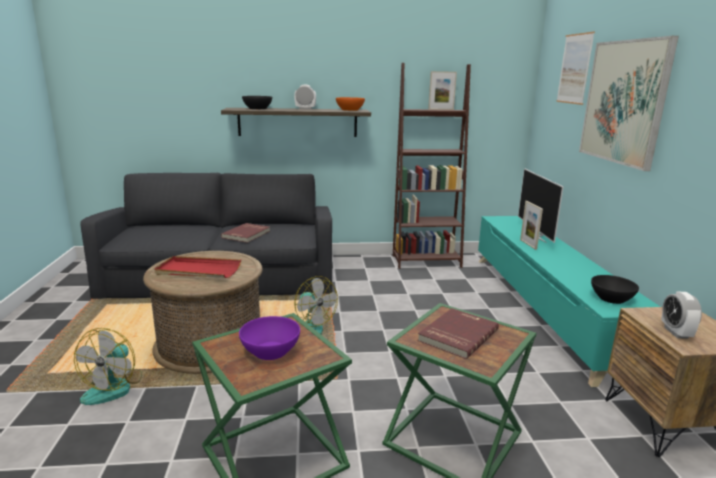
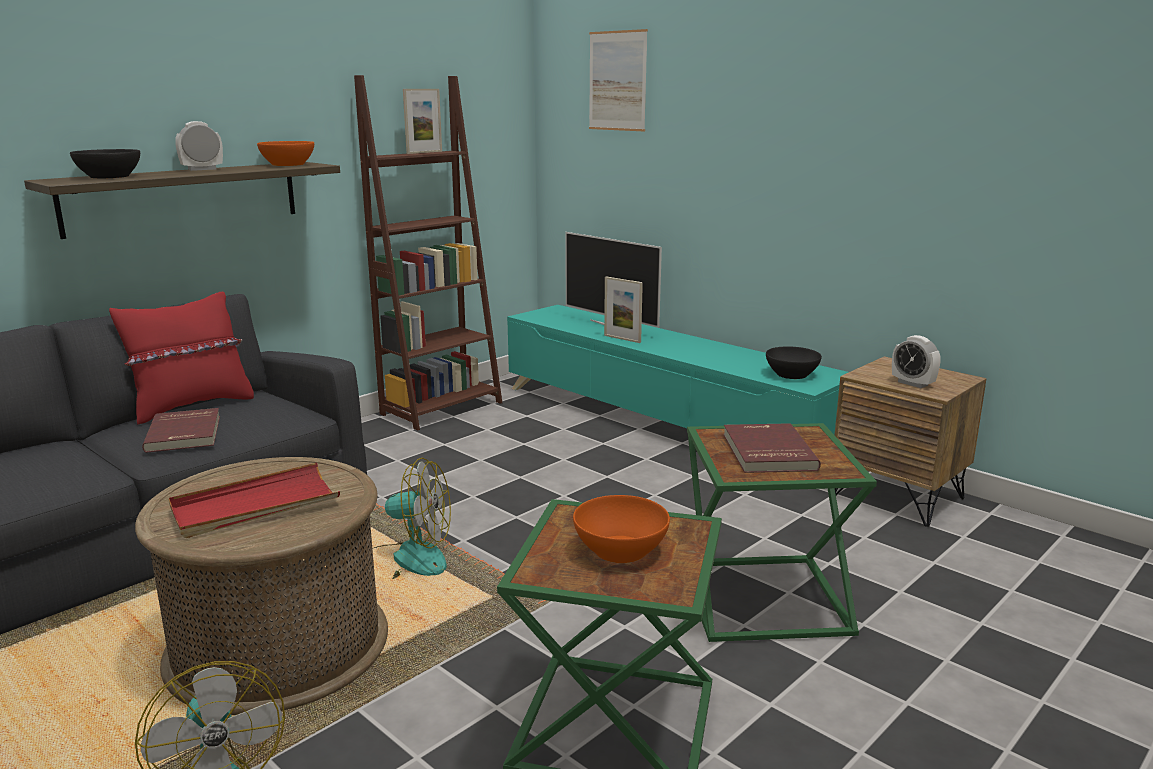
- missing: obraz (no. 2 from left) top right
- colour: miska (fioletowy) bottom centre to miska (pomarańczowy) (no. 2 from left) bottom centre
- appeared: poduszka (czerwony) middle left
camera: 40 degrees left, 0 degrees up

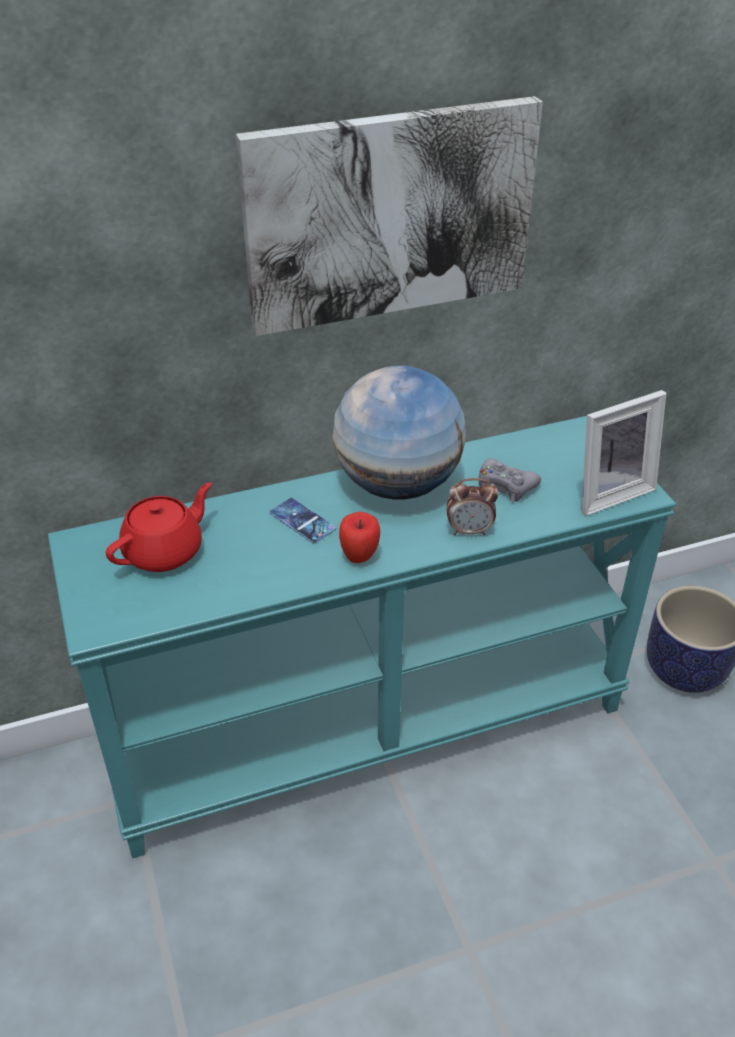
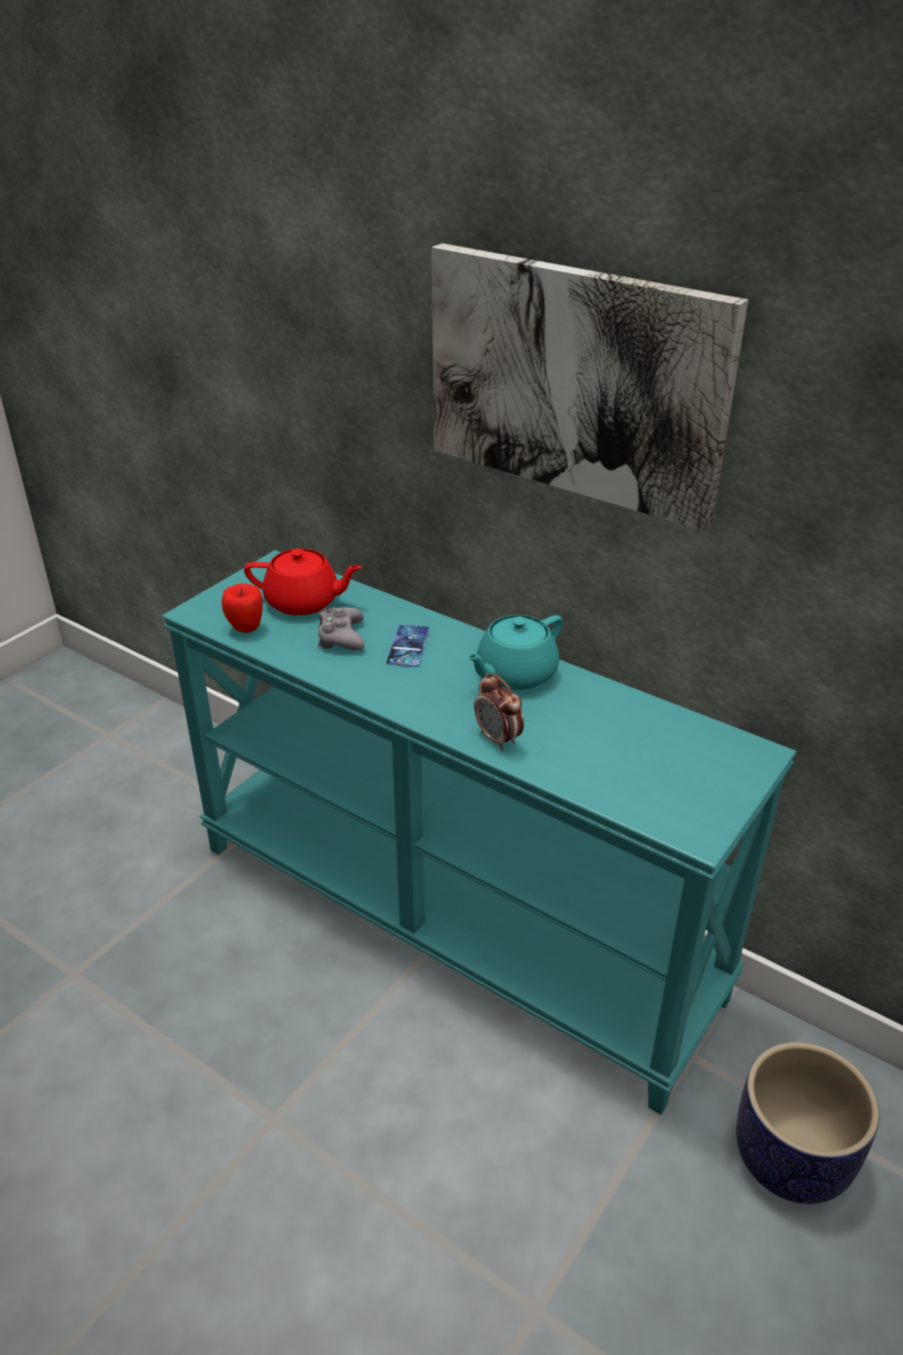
- exchanged: globus centre to imbryk (turkusowy) centre
- missing: ramka na zdjęcie middle right
- relocated: pad do gier (szary) middle right to centre
- relocated: jabłko centre to middle left
camera: 55 degrees right, 5 degrees down

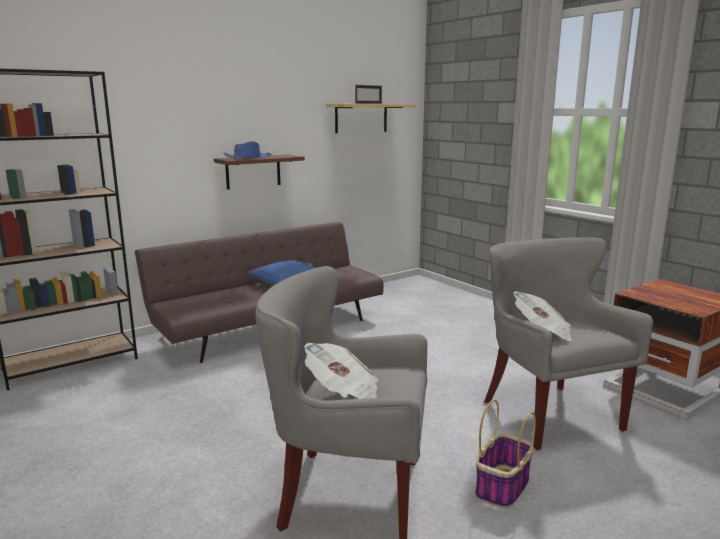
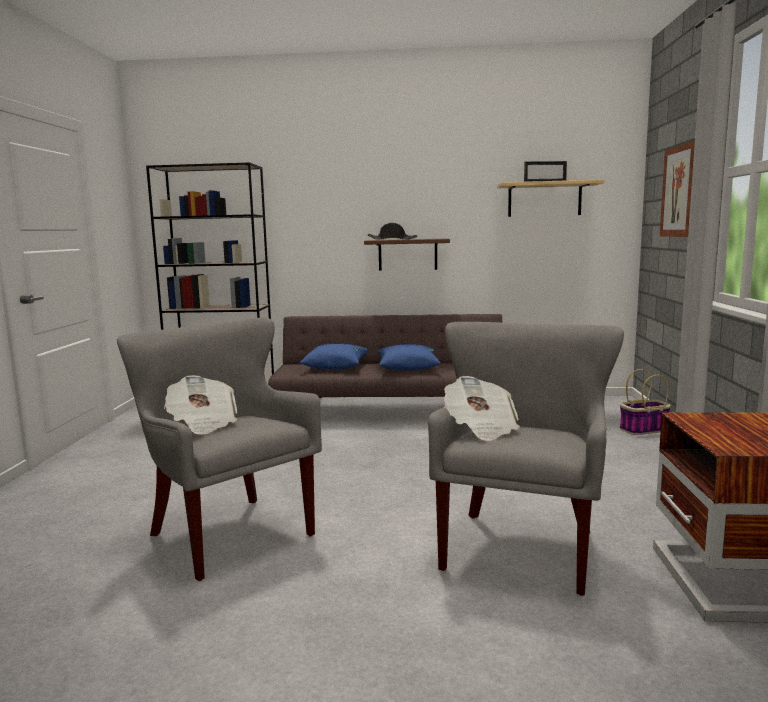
- colour: kapelusz (niebieski) top centre to kapelusz (czarny) top centre
- relocated: koszyk bottom right to middle right
- appeared: obraz top right
- appeared: poduszka (niebieski) (no. 1 from left) centre
camera: 40 degrees right, 5 degrees down

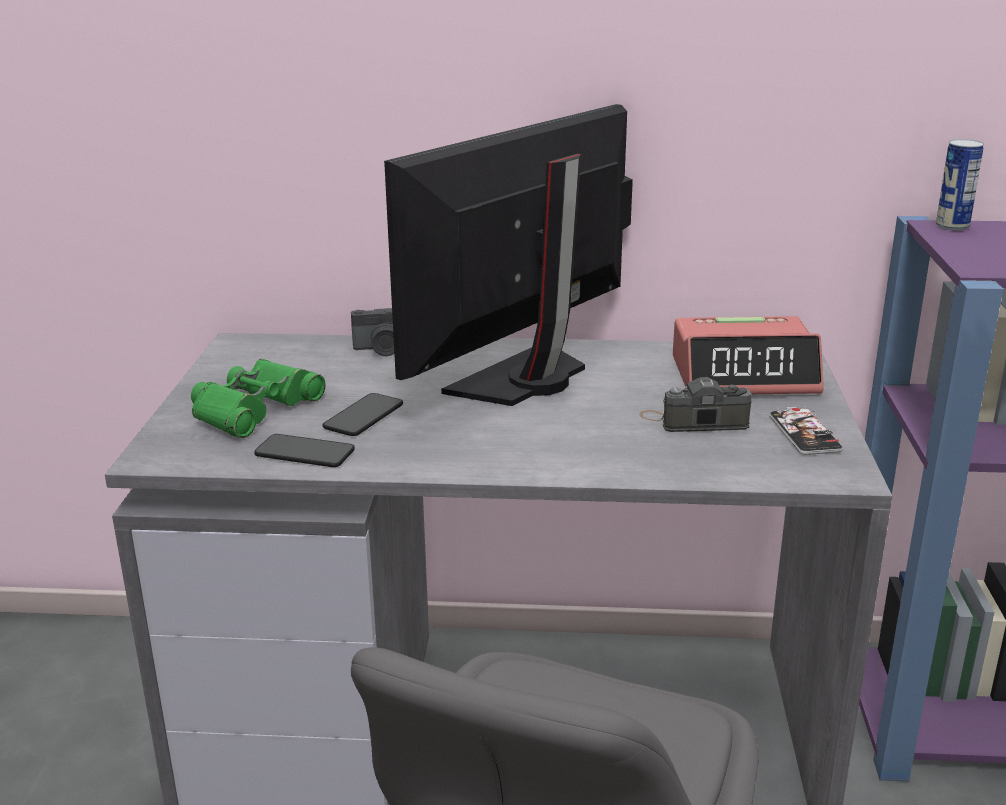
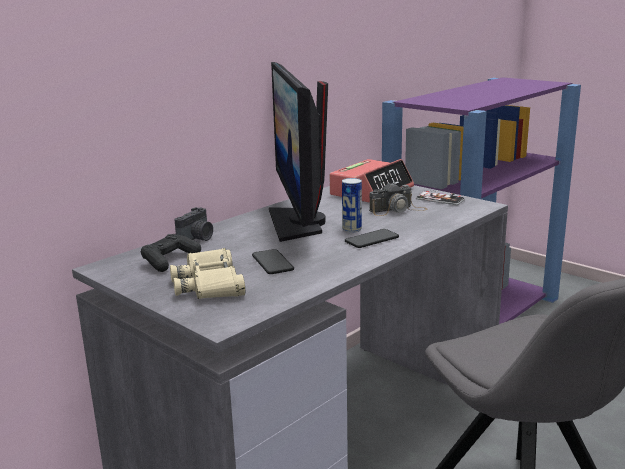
- relocated: puszka top right to centre
- colour: lornetka (zielony) middle left to lornetka (beżowy) middle left
- spun: aparat fotograficzny (no. 2 from left) middle right = centre 150 degrees counterclockwise
- relocated: telefon (no. 1 from left in the first image) middle left to telefon (no. 2 from left) centre
- appeared: pad do gier (czarny) middle left
camera: 50 degrees left, 5 degrees down

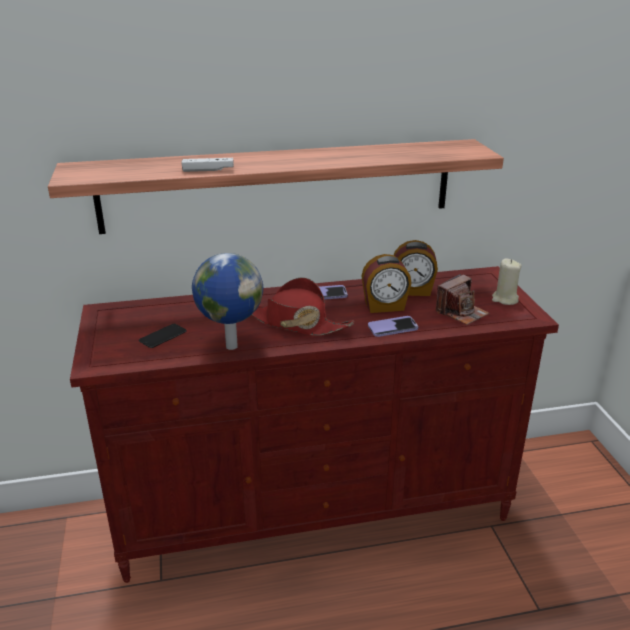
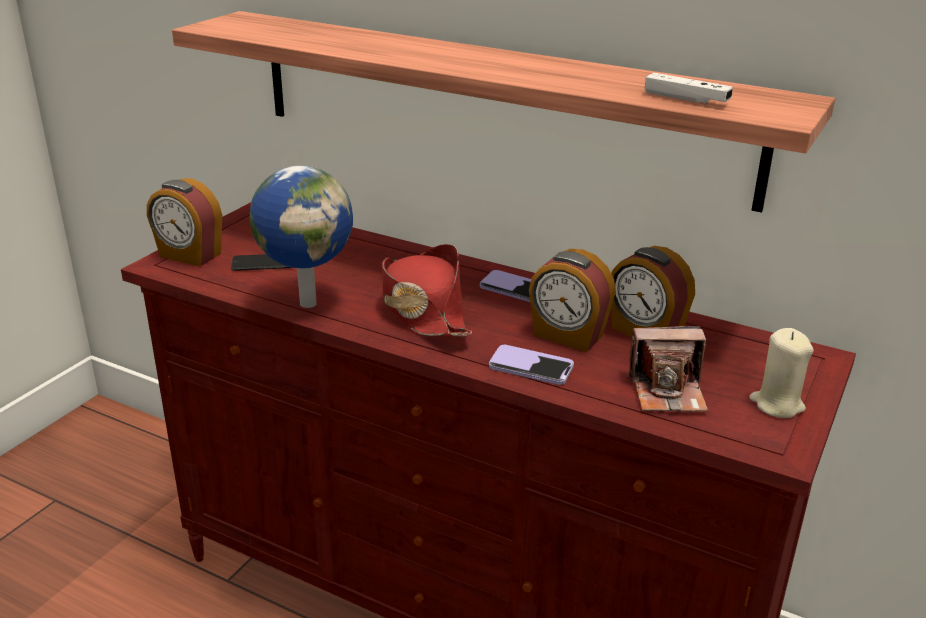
- relocated: pad do gier (biały) top left to top right
- appeared: budzik (no. 1 from left) middle left
camera: 40 degrees right, 0 degrees up

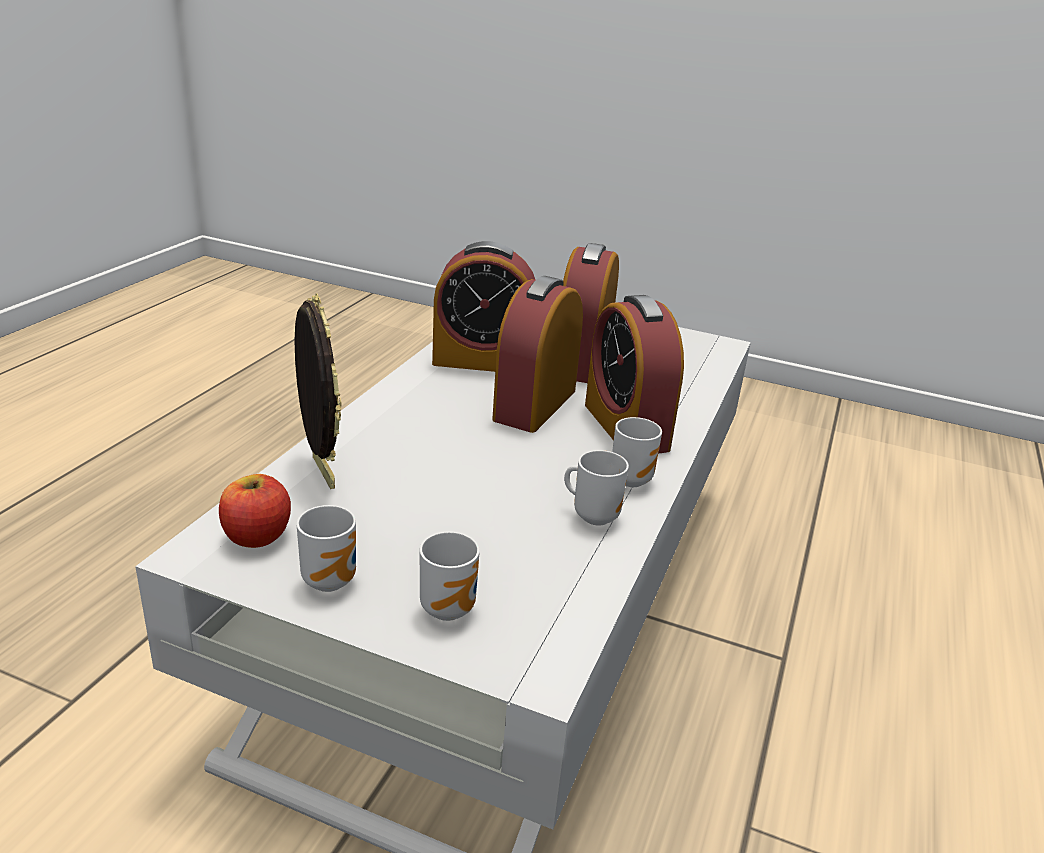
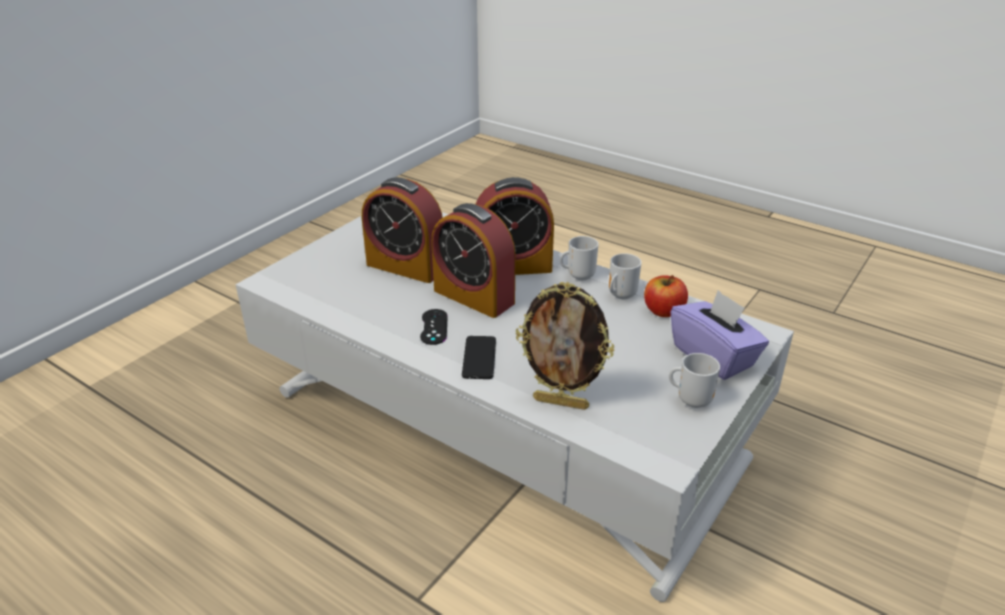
- missing: budzik (no. 1 from left) centre
- spun: ramka na zdjęcie middle left = centre 150 degrees counterclockwise
- relocated: jabłko middle left to centre
- exchanged: kubek (no. 2 from left) bottom centre to pudełko chusteczek (fioletowy) middle right
- appeared: pad do gier (czarny) centre
- appeared: telefon centre
camera: 75 degrees left, 5 degrees up

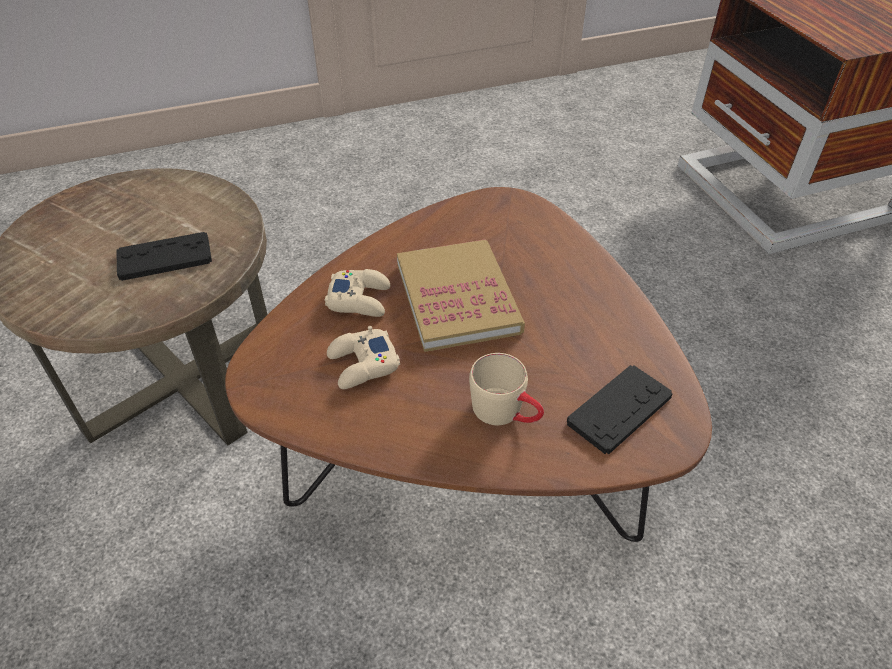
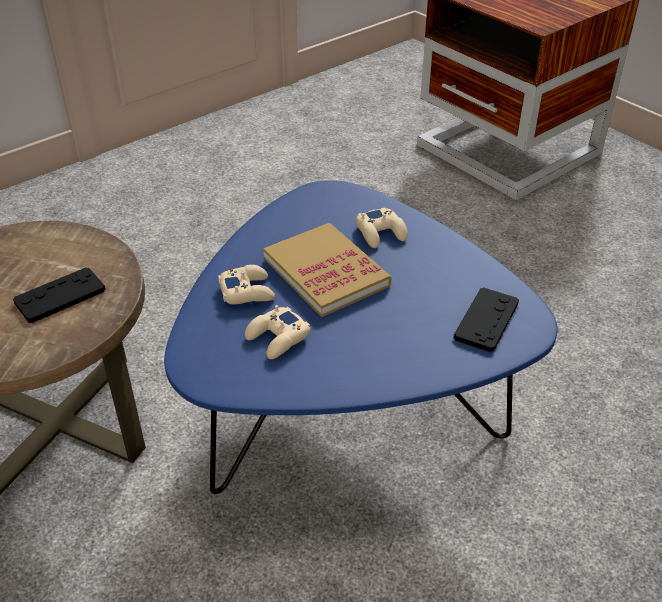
- colour: ława (brązowy) centre to ława (niebieski) centre
- missing: kubek (beżowy) centre
- appeared: pad do gier (beżowy) (no. 3 from left) centre
camera: 20 degrees left, 5 degrees down

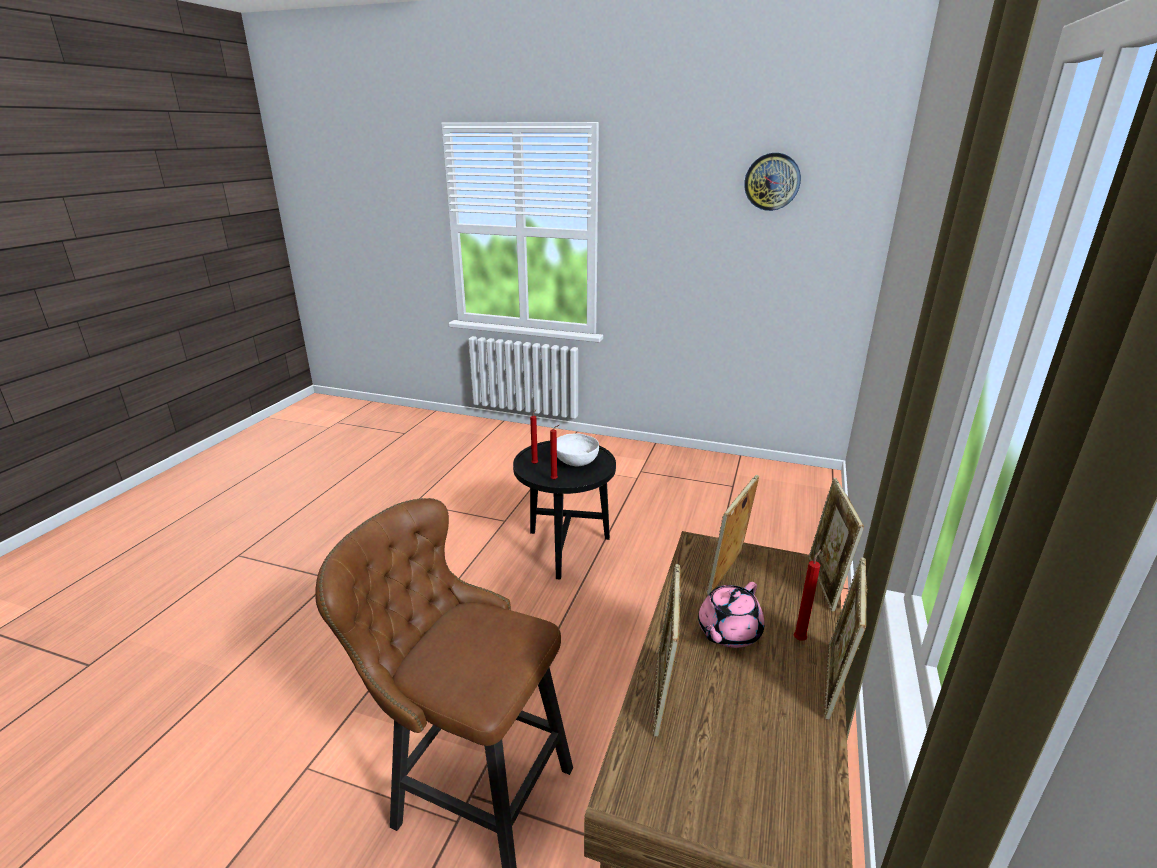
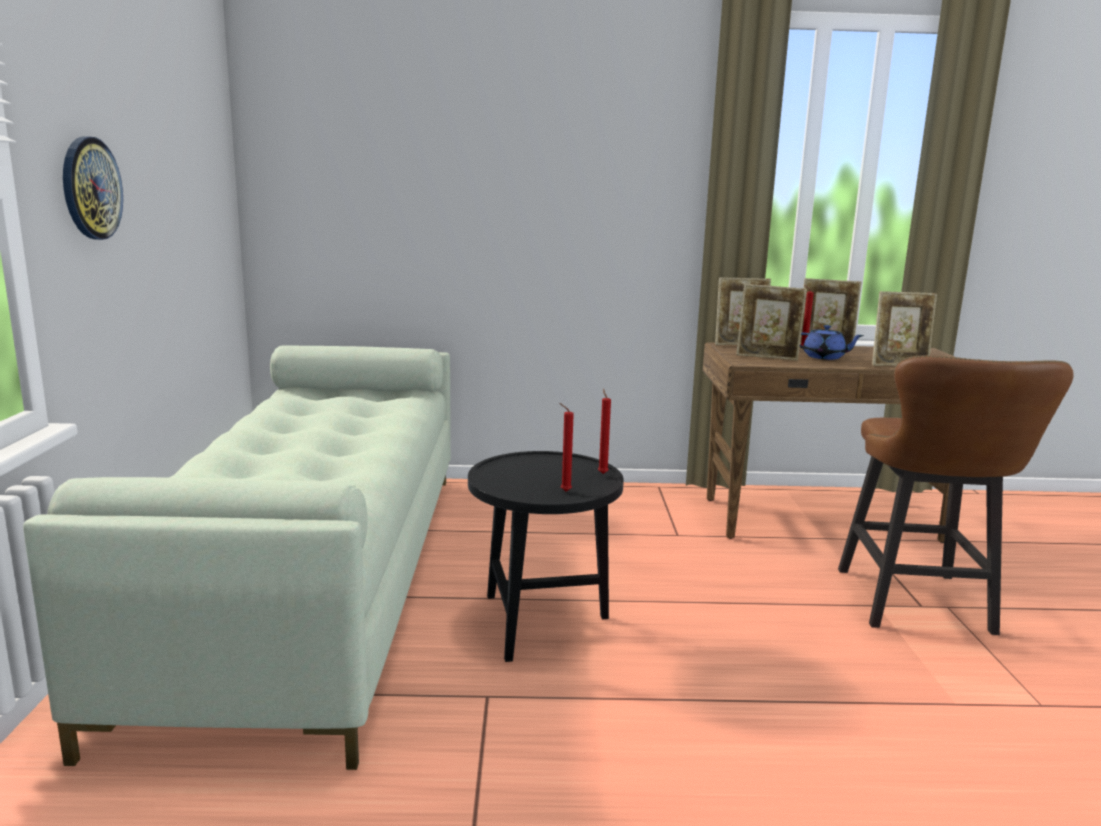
- relocated: zegar ścienny top right to top left
- missing: miska (biały) centre
- colour: imbryk (różowy) bottom centre to imbryk (niebieski) middle right
- appeared: kanapa (biały) bottom left
camera: 110 degrees left, 10 degrees down

